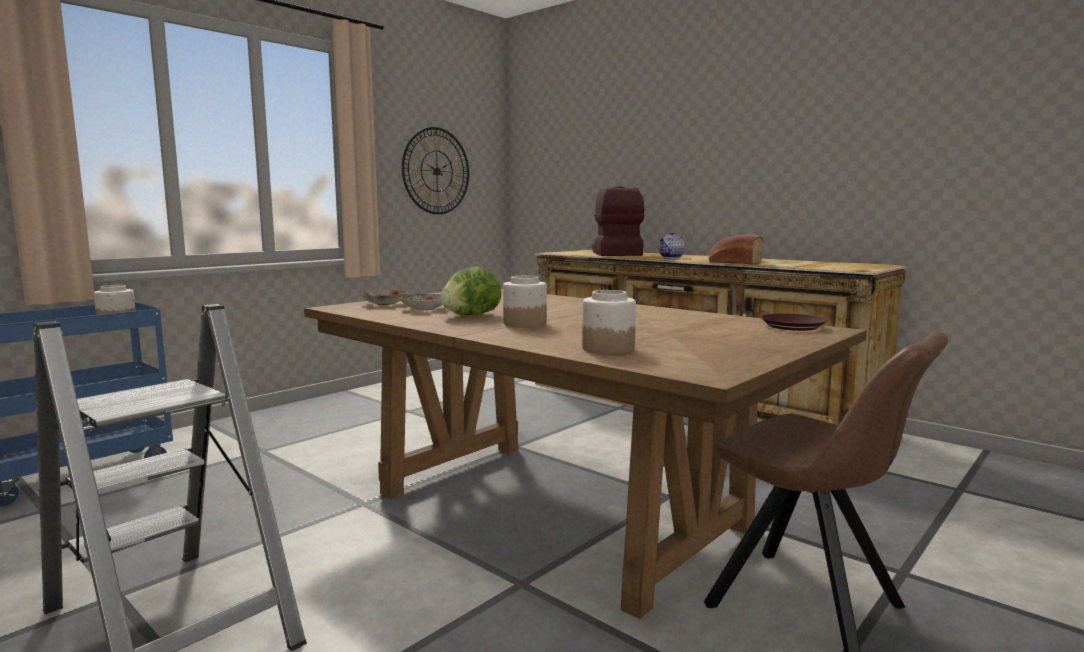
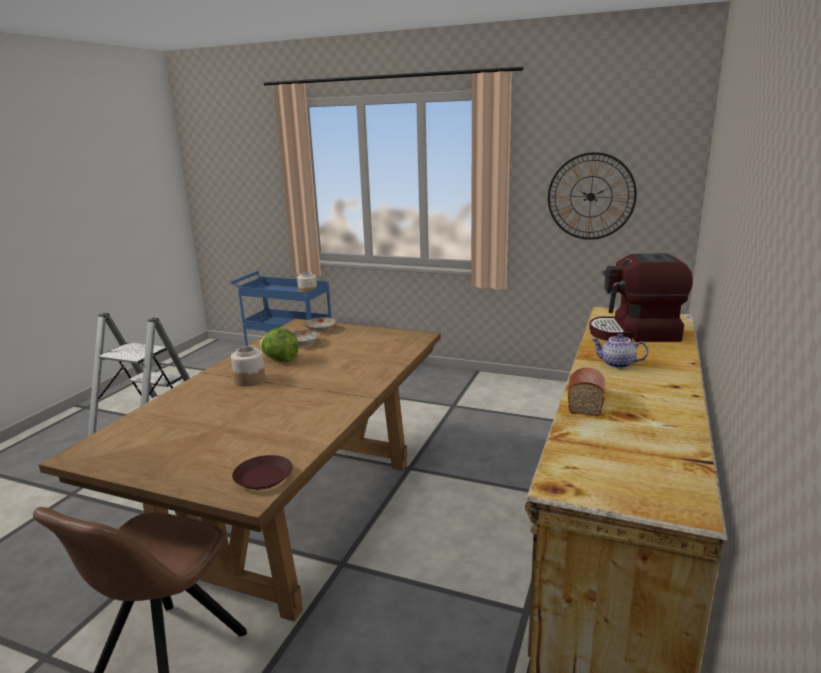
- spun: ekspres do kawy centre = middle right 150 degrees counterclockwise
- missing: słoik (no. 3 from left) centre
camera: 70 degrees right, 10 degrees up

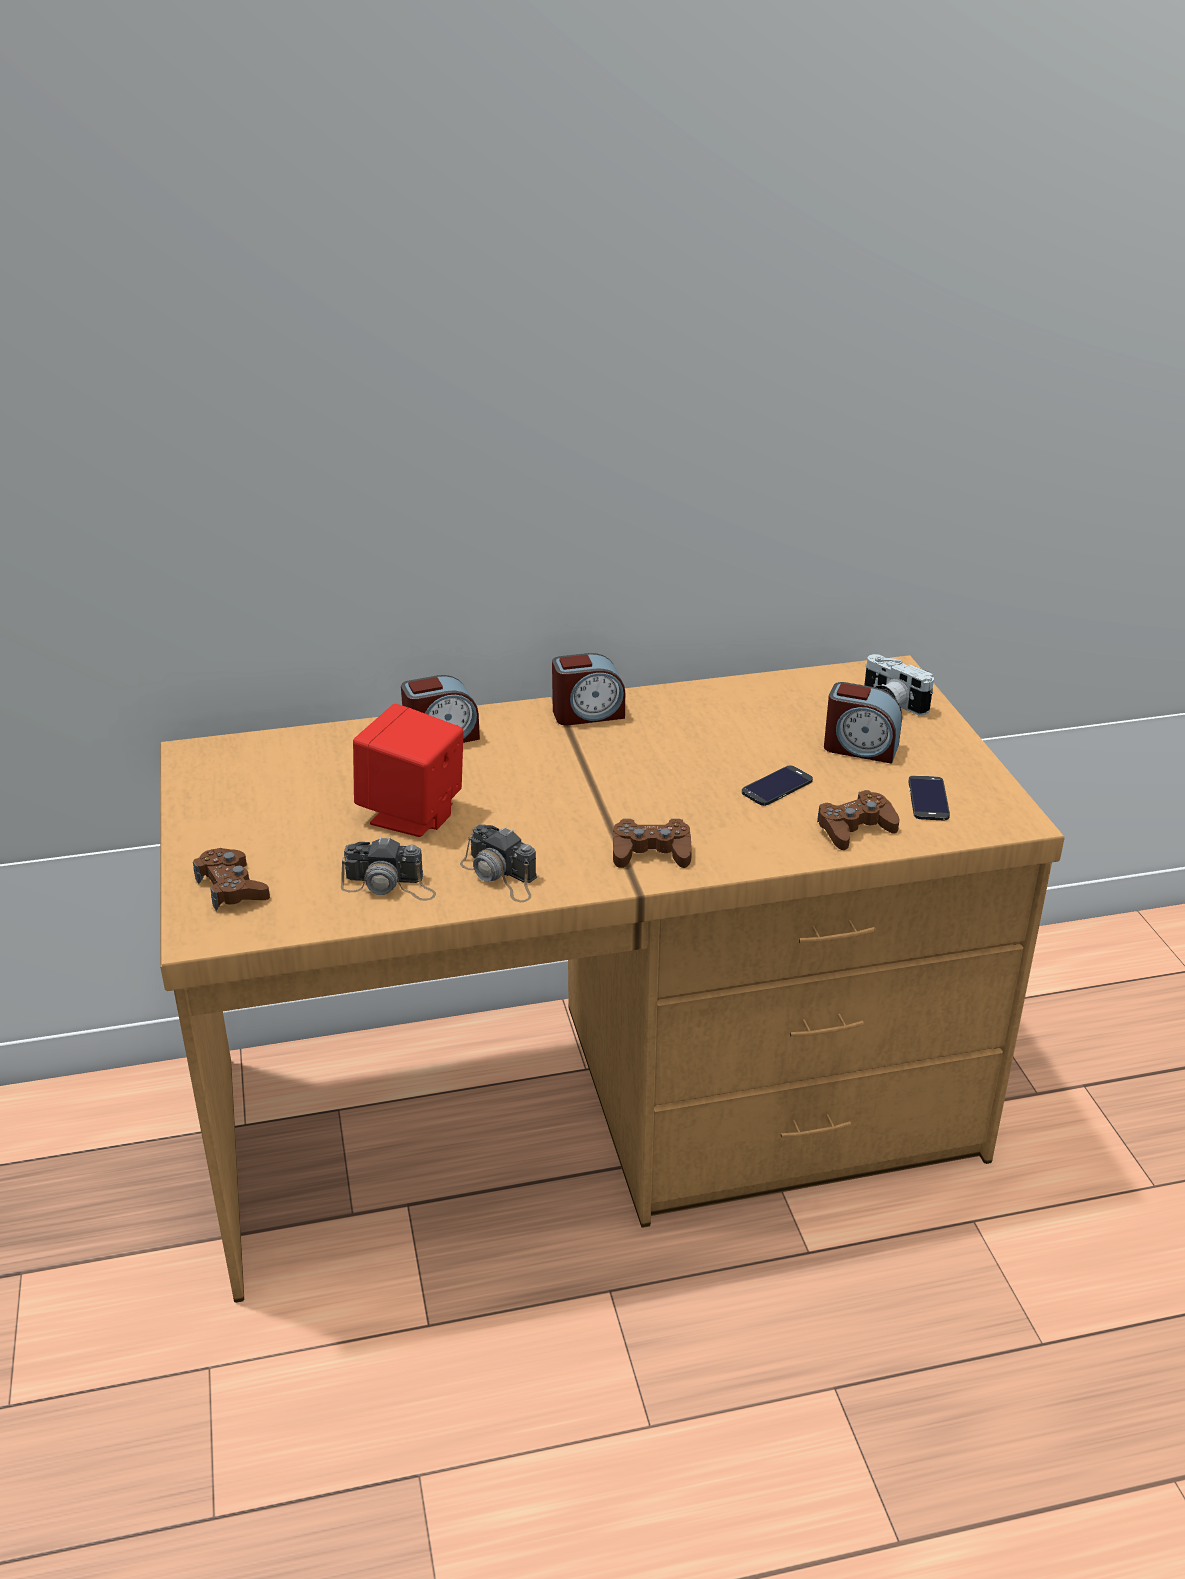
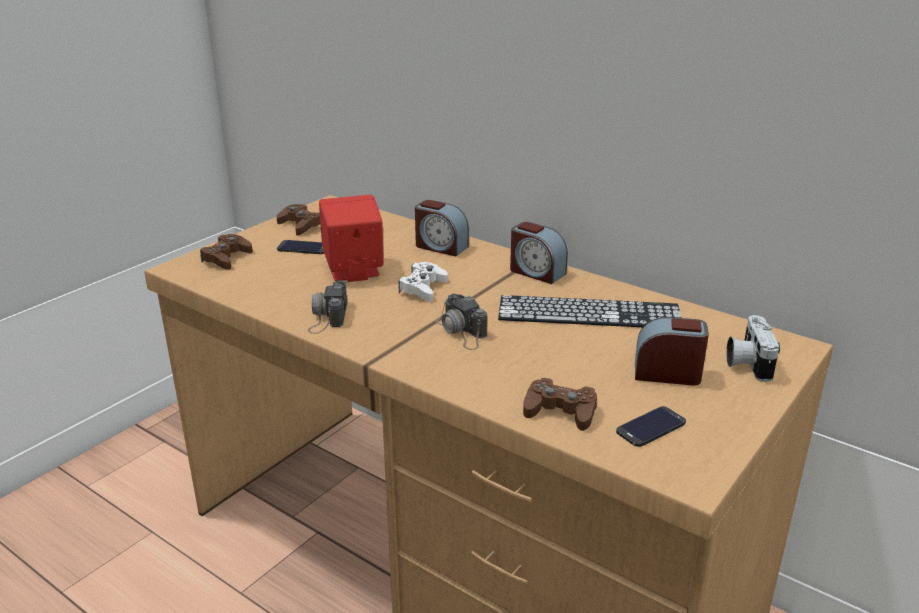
- spun: budzik (no. 3 from left) middle right = middle right 120 degrees clockwise
- relocated: telefon (no. 1 from left) centre to middle left
- relocated: pad do gier (brązowy) (no. 2 from left) centre to middle left
- relocated: aparat fotograficzny (no. 1 from left in the first image) middle left to aparat fotograficzny (no. 2 from left) centre
- appeared: pad do gier (biały) centre
- appeared: klawiatura centre
camera: 50 degrees right, 5 degrees down

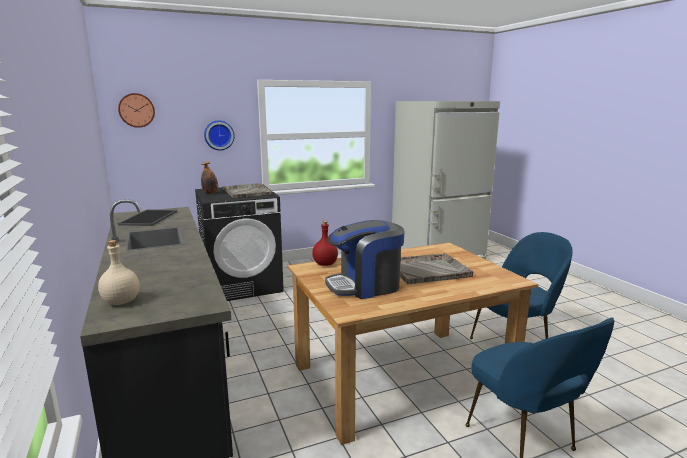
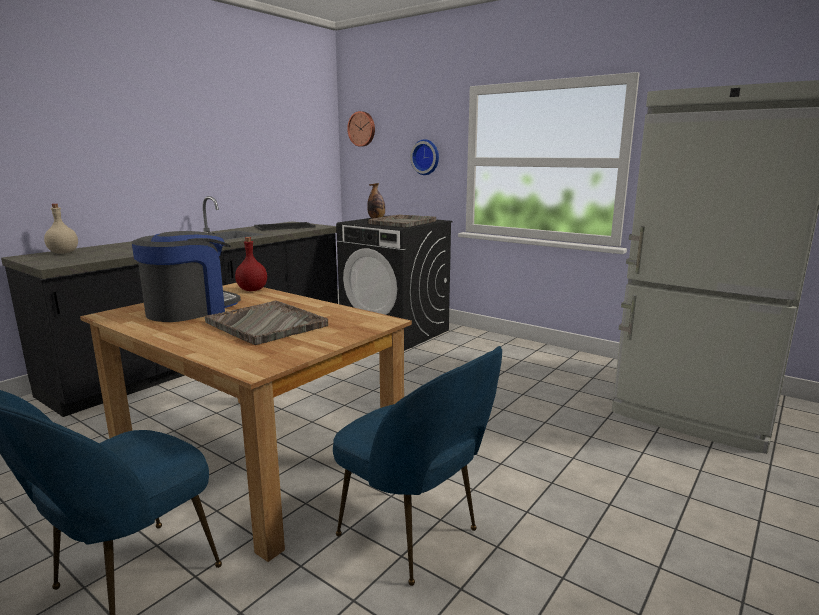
- spun: ekspres do kawy centre = middle left 90 degrees clockwise
camera: 60 degrees right, 0 degrees up

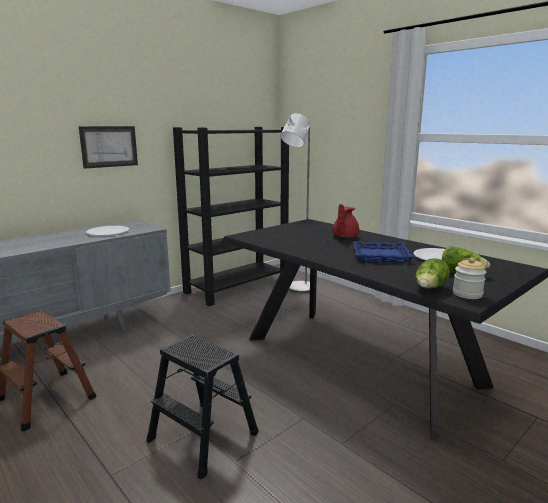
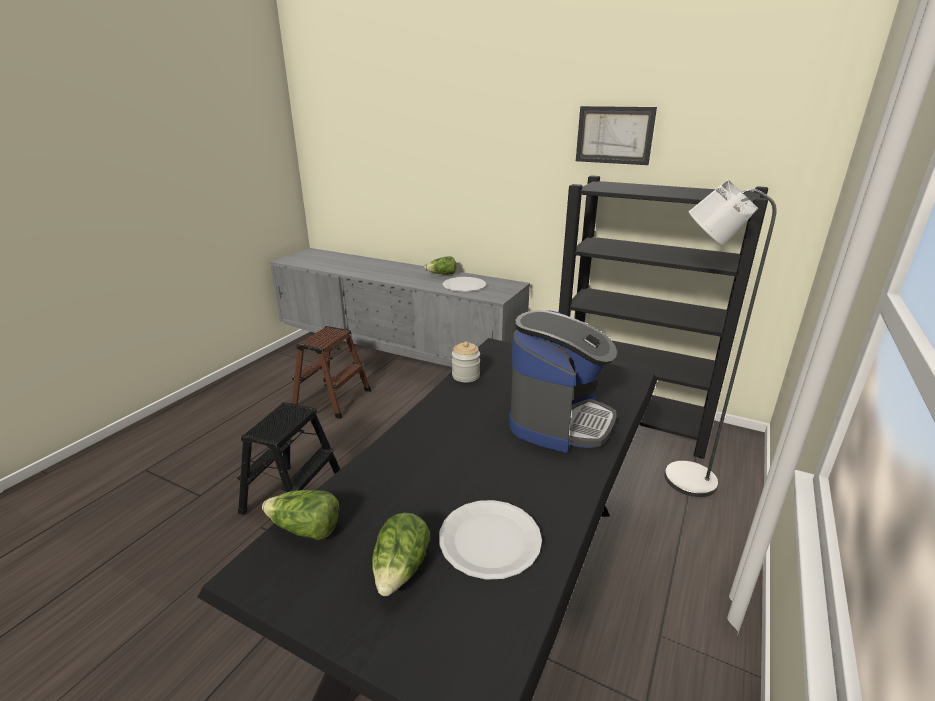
- relocated: obraz top left to top centre
- exchanged: imbryk (czerwony) centre to ekspres do kawy centre
- missing: taca (niebieski) middle right
- relocated: słoik middle right to centre
- appeared: sałata (no. 3 from left) centre
camera: 70 degrees right, 10 degrees up

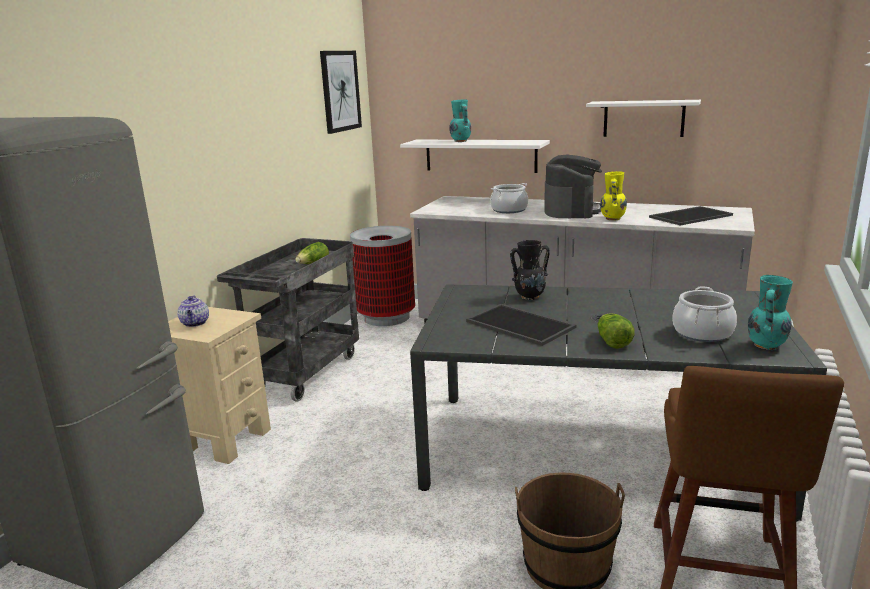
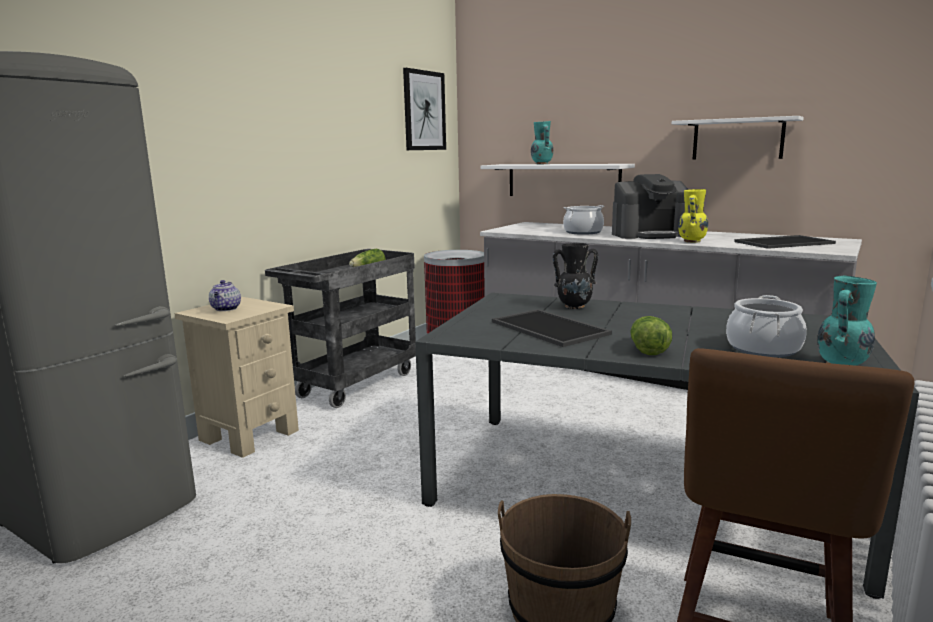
- spun: ekspres do kawy top centre = top right 60 degrees clockwise
camera: 10 degrees right, 5 degrees down

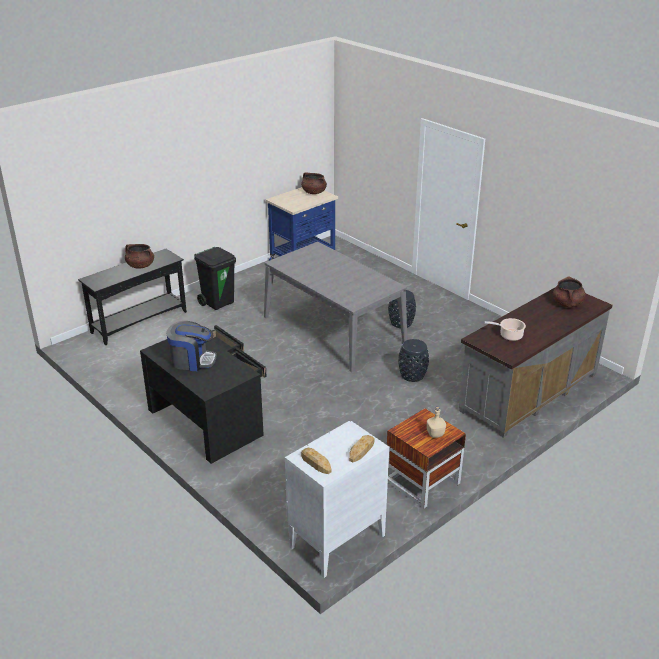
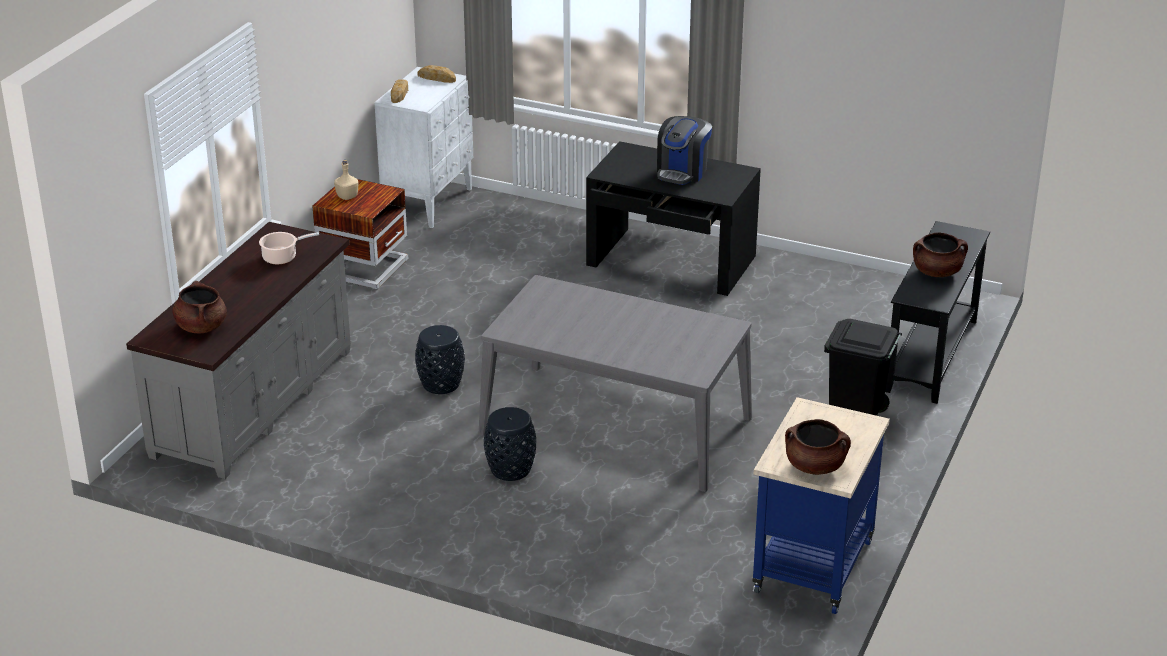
- spun: ekspres do kawy middle left = top centre 45 degrees counterclockwise
camera: 155 degrees right, 0 degrees up

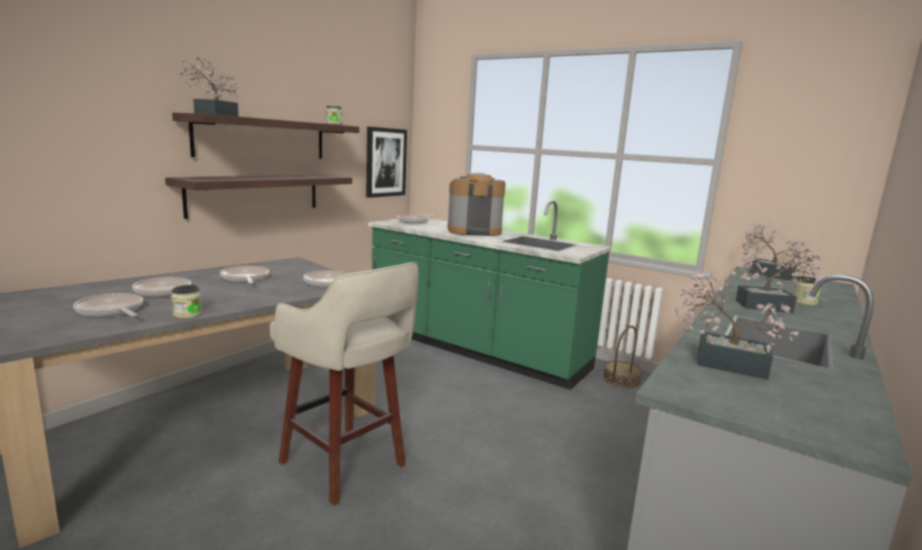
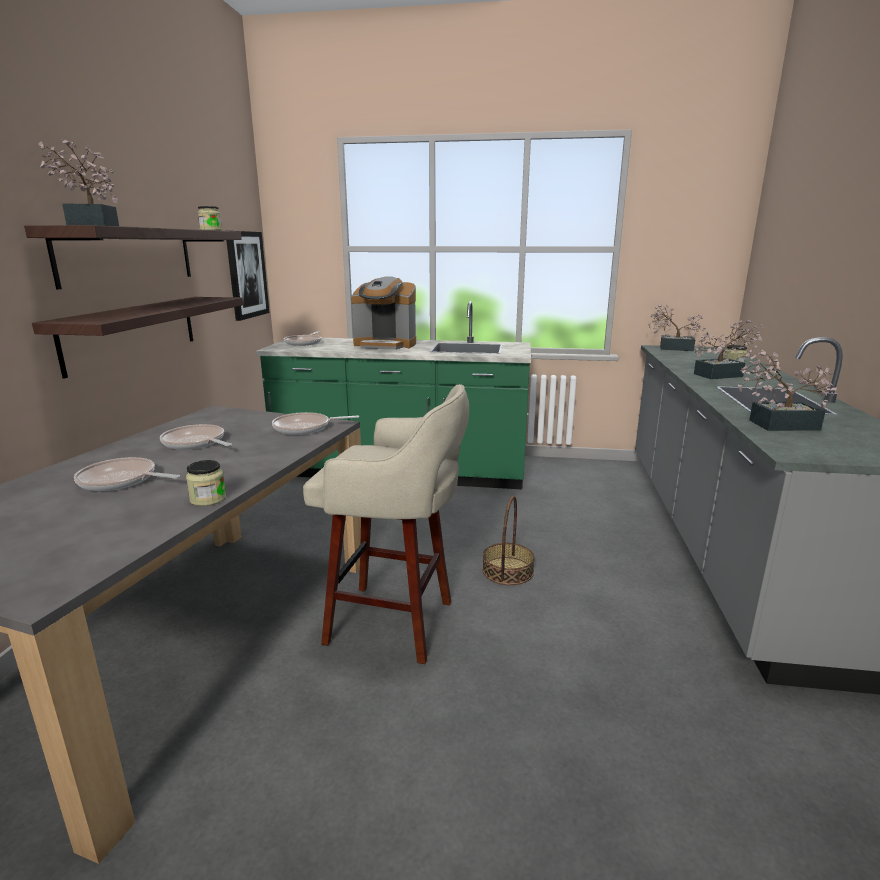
- spun: ekspres do kawy centre = centre 135 degrees counterclockwise
- missing: patelnia (no. 1 from left) middle left
- relocated: koszyk middle right to centre
camera: 25 degrees left, 5 degrees up

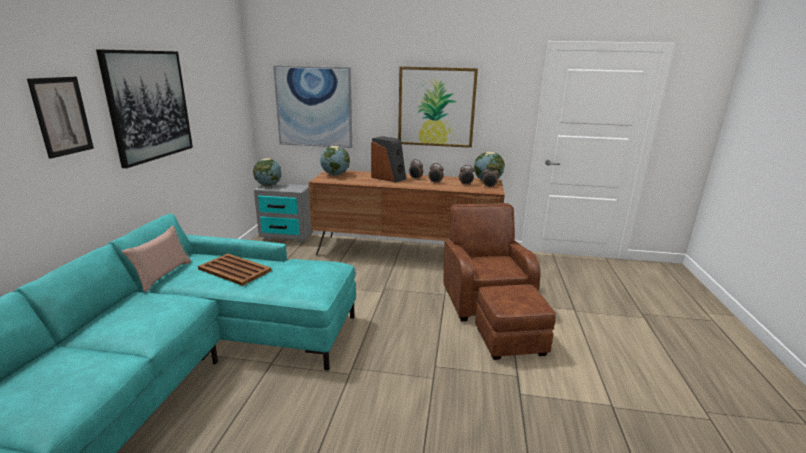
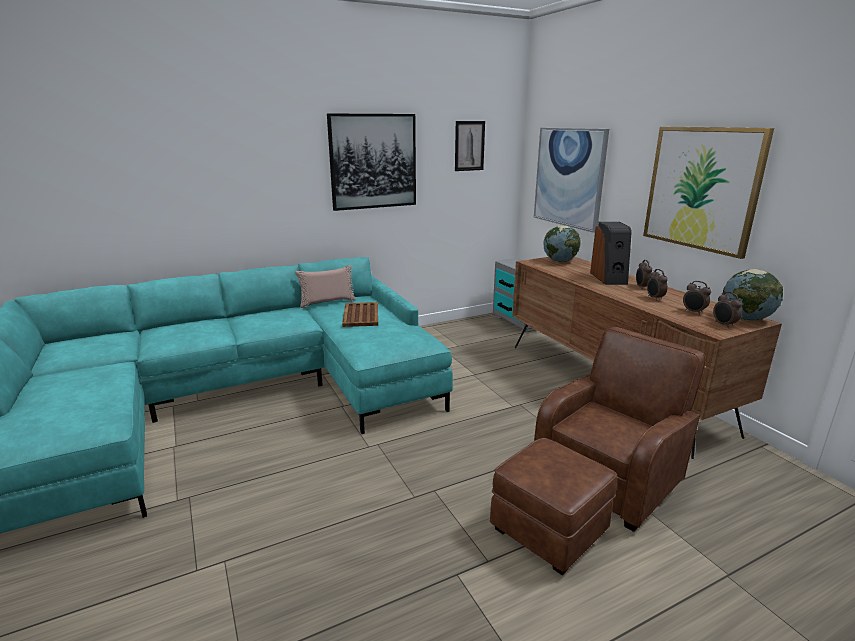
- relocated: obraz (no. 1 from left in the first image) top left to obraz (no. 2 from left) top centre
- missing: globus (no. 1 from left) middle left
camera: 55 degrees right, 0 degrees up

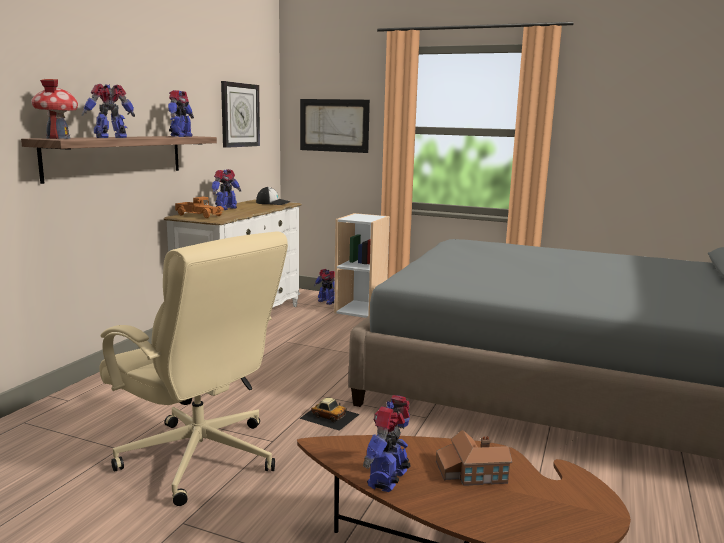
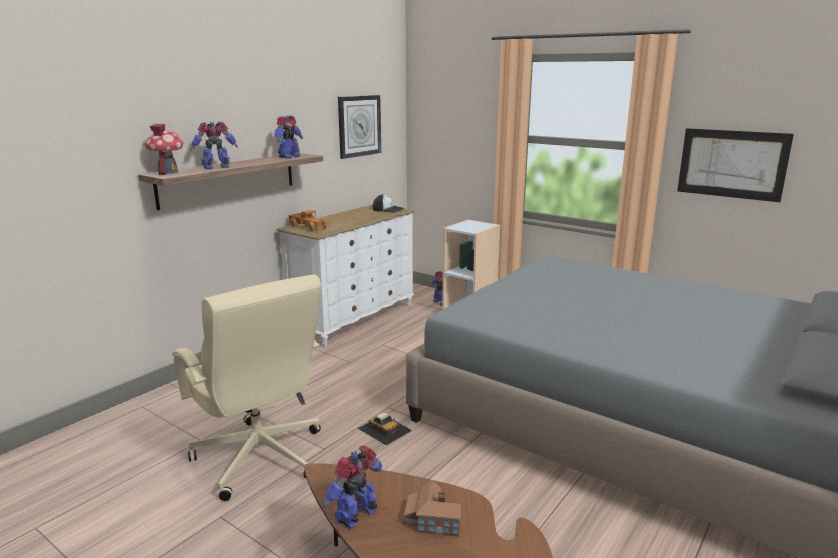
- relocated: obraz top centre to top right
- missing: robot zabawkowy (no. 3 from left) middle left
camera: 15 degrees right, 5 degrees up

